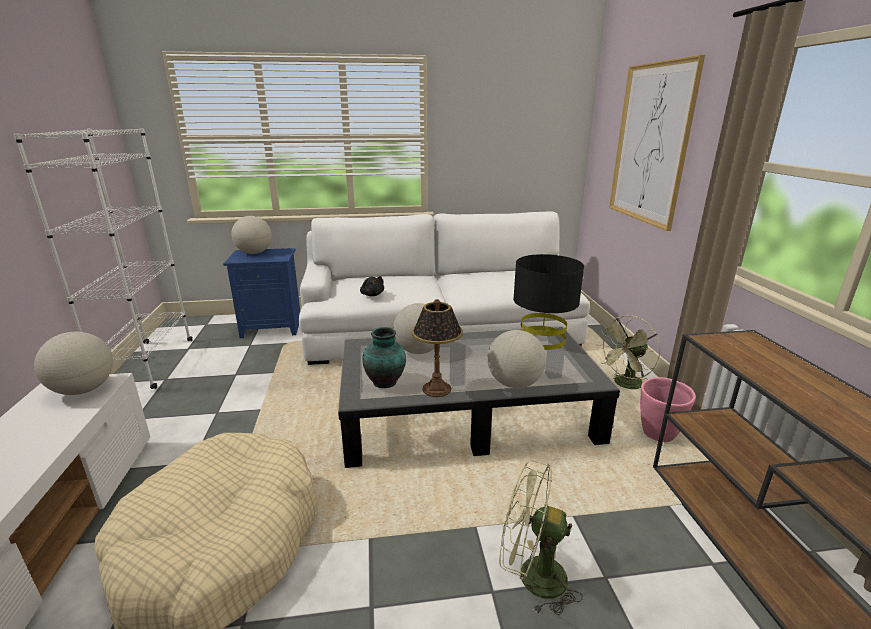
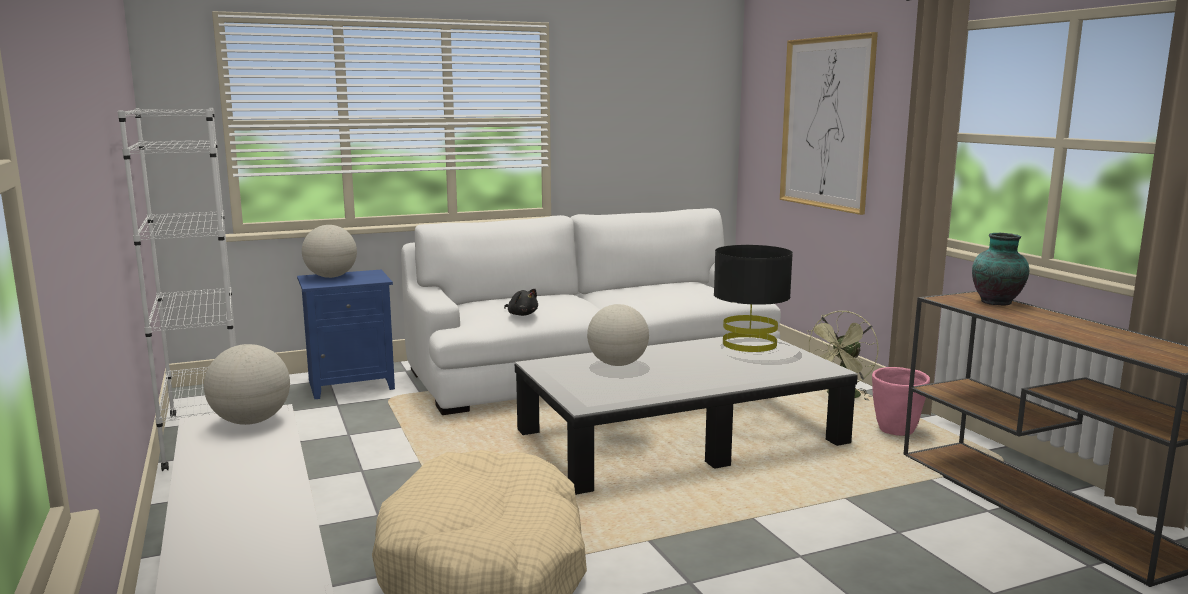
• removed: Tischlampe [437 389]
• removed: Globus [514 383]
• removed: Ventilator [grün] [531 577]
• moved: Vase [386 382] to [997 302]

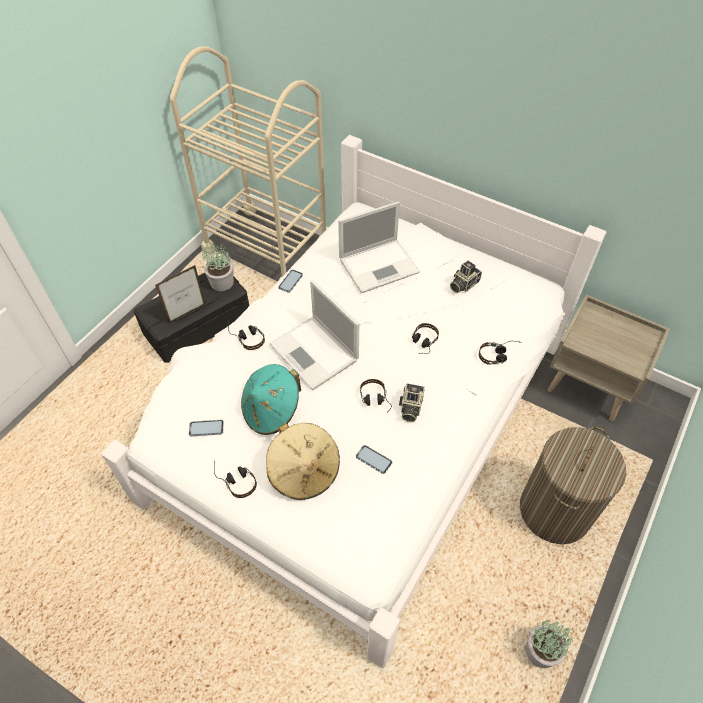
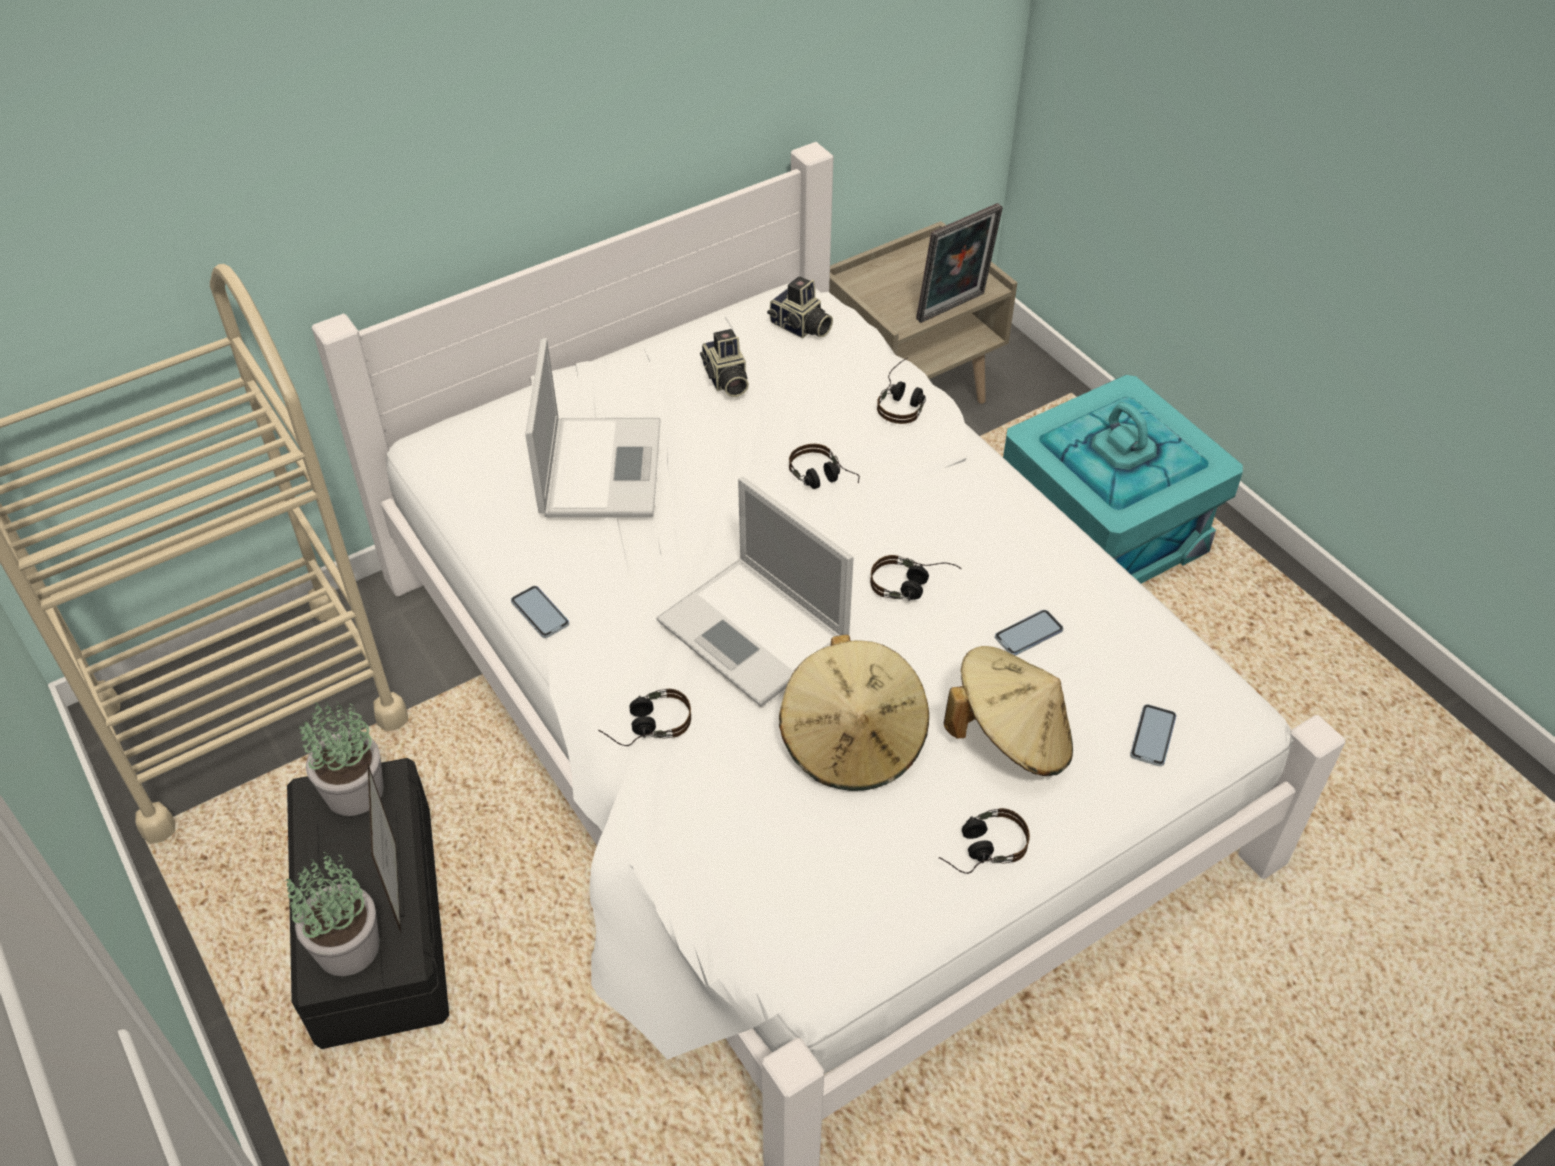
• added: Bilderrahmen [953 309]
• moved: Handy [206 428] to [1153 736]
• moved: Kamera [410 407] to [800 327]
• moved: Topfpflanze [541 651] to [347 946]
• replaced: Wäschekorb [555 510] to Aufbewahrungsbox [türkis] [1104 536]
• recoloured: Hut [türkis] [272 410] to Hut [beige] [853 742]
• turned: Laptop [315 353] = [755 632] 60 degrees clockwise

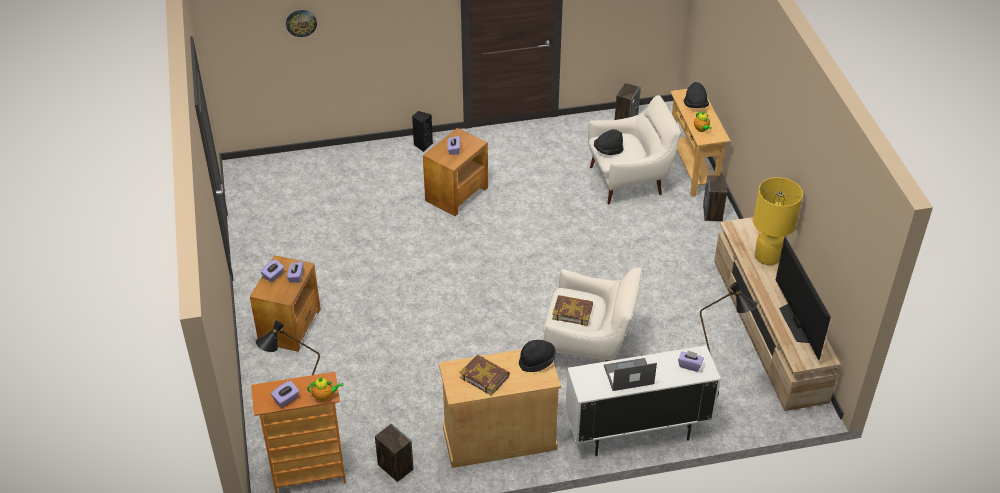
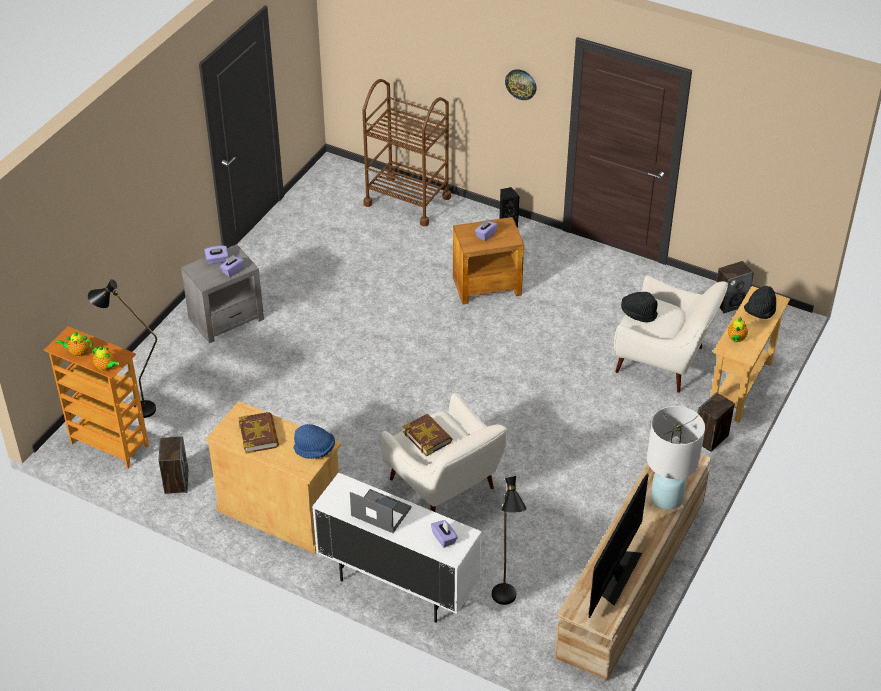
• added: Rollwagen [braun] [407 201]
• moved: Wanduhr [301 23] to [521 84]
• replaced: Taschentuchbox [lila] [286 399] to Teekanne [78 352]
• recoloured: Beistelltisch [braun] [290 325] to Beistelltisch [grau] [227 318]
• recoloured: Hut [schwarz] [537 361] to Hut [blau] [315 450]
• recoloured: Tischlampe [gelb] [767 256] to Tischlampe [weiß] [667 497]

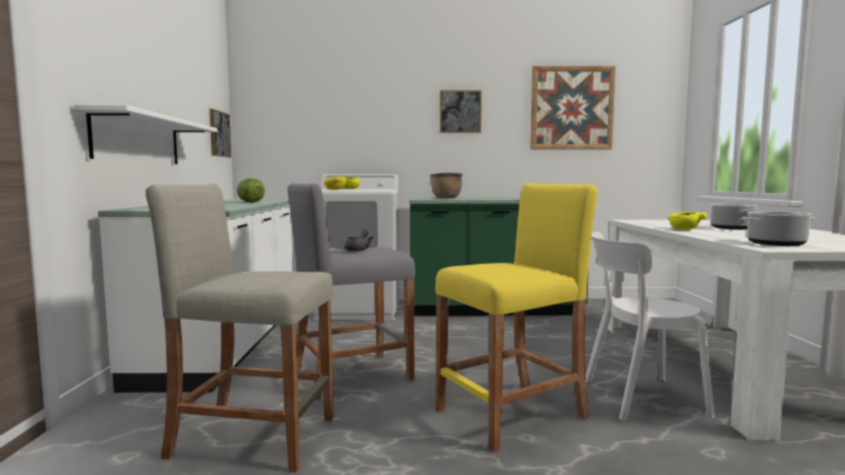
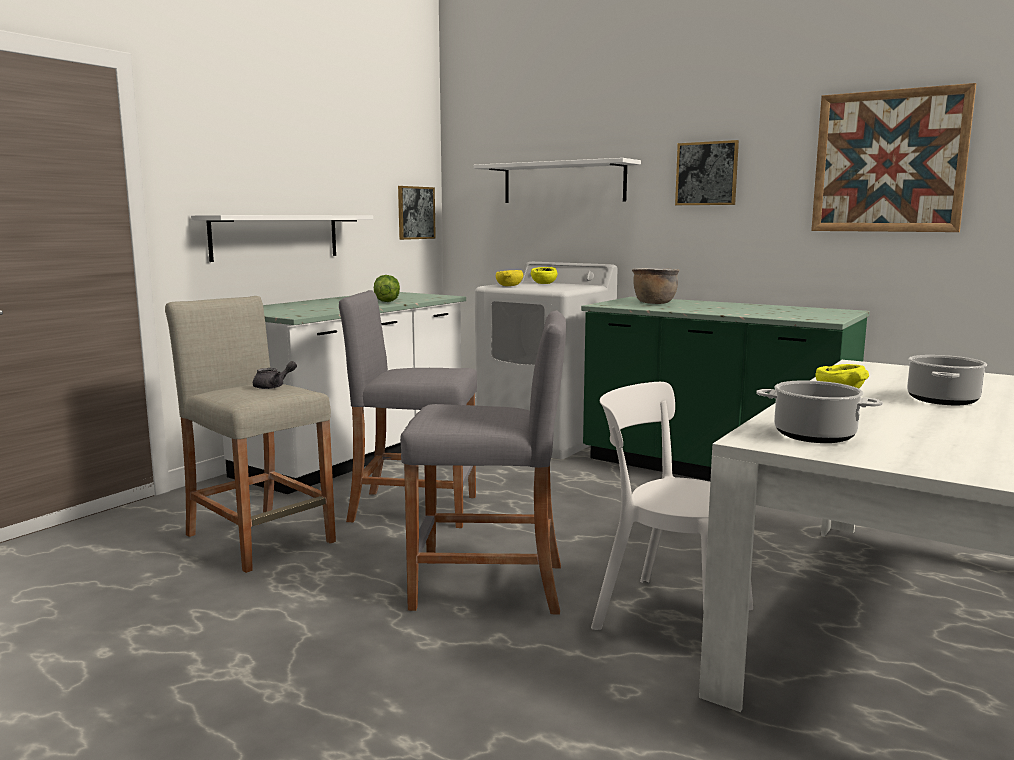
• added: Wandregal [weiß] [563 182]
• moved: Teekanne [grau] [358 249] to [273 386]
• recoloured: Hocker [gelb] [511 414] to Hocker [grau] [488 586]

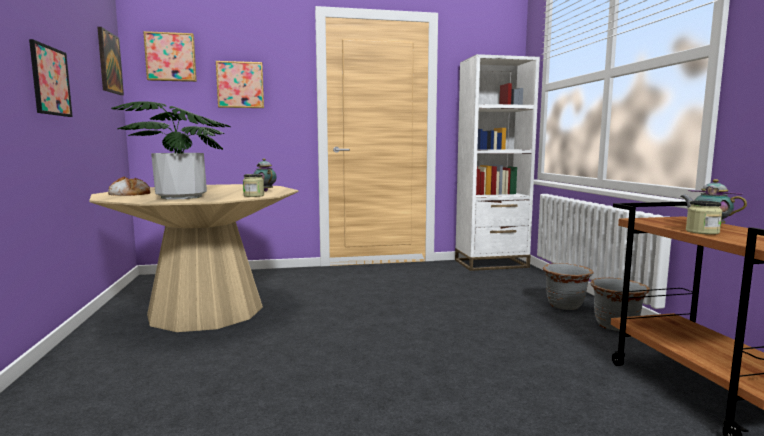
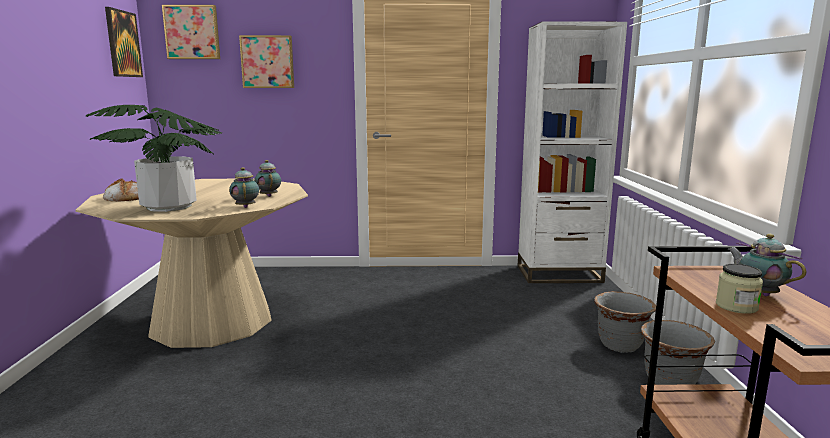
• removed: Bild [50 81]
• replaced: Vorratsglas [253 196] to Teekanne [246 207]

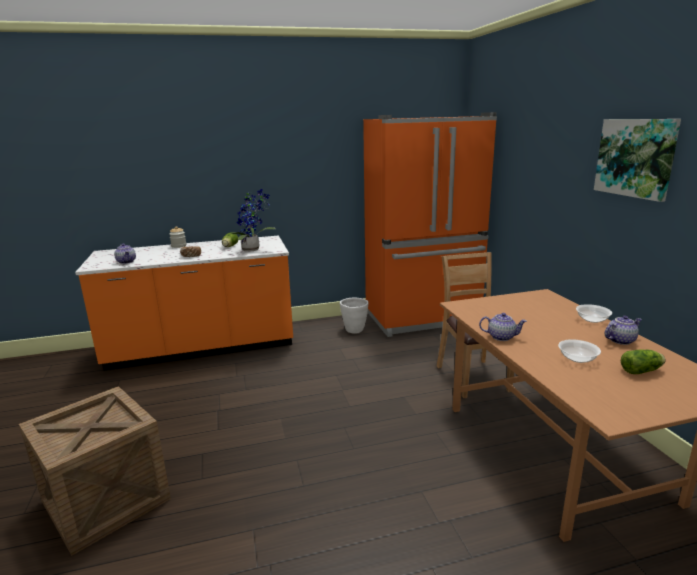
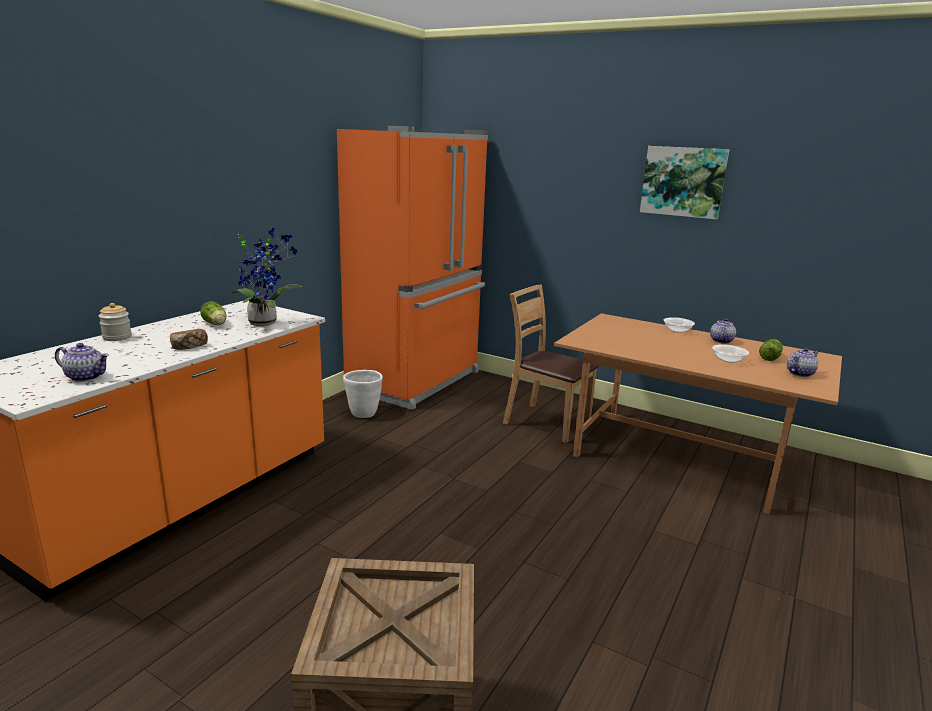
• moved: Teekanne [501 337] to [799 373]

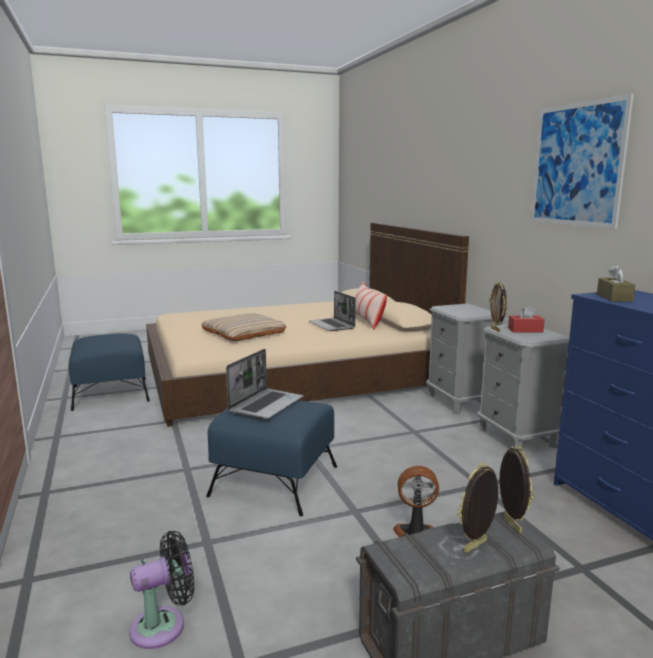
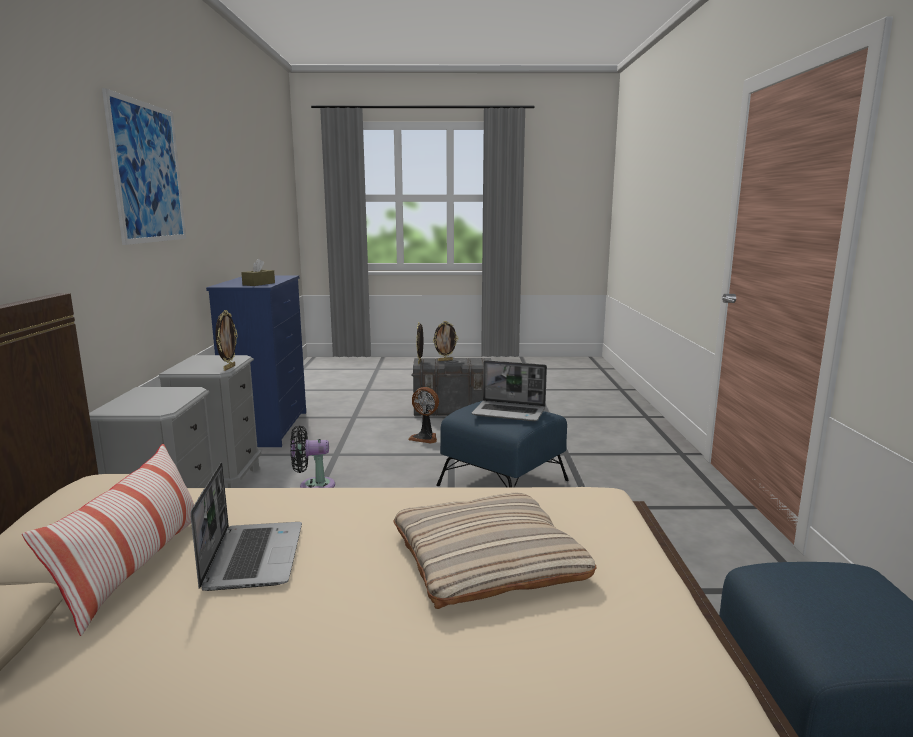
• removed: Taschentuchbox [rot] [525 330]
• moved: Ventilator [schwarz] [164 626] to [313 486]
• turned: Laptop [266 405] = [510 412] 120 degrees counterclockwise

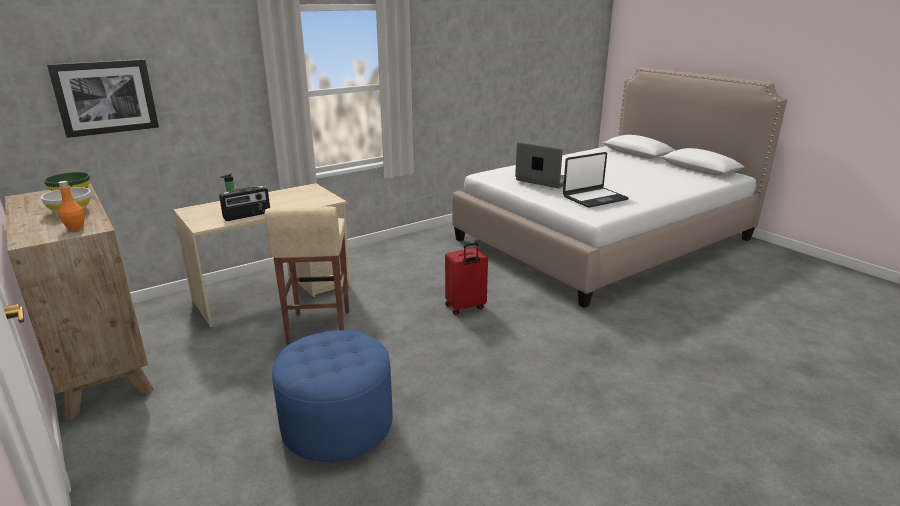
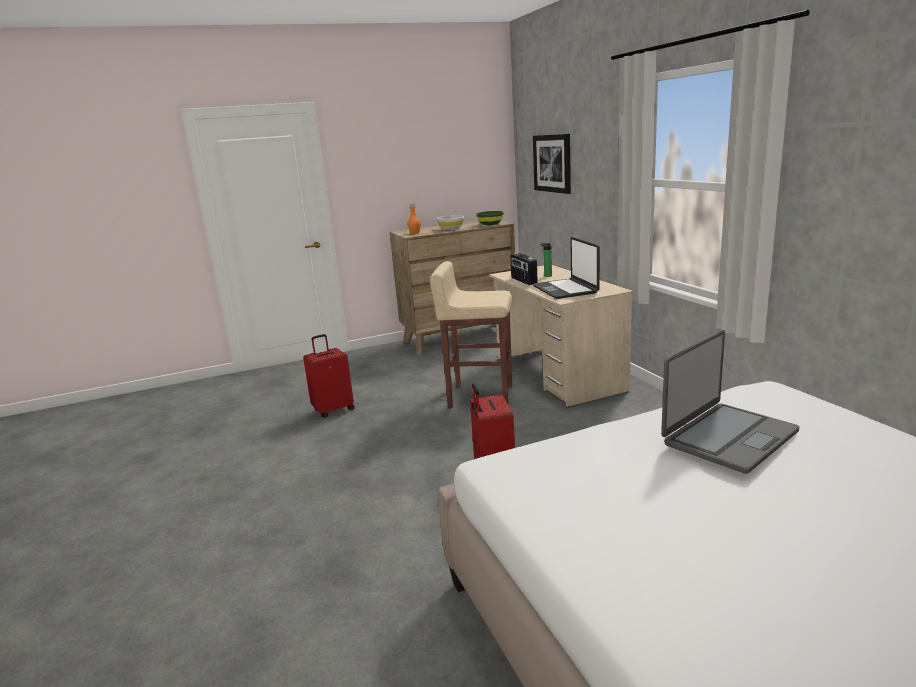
• moved: Laptop [594 198] to [565 289]
• replaced: Polsterhocker [blau] [337 424] to Koffer [rot] [333 410]

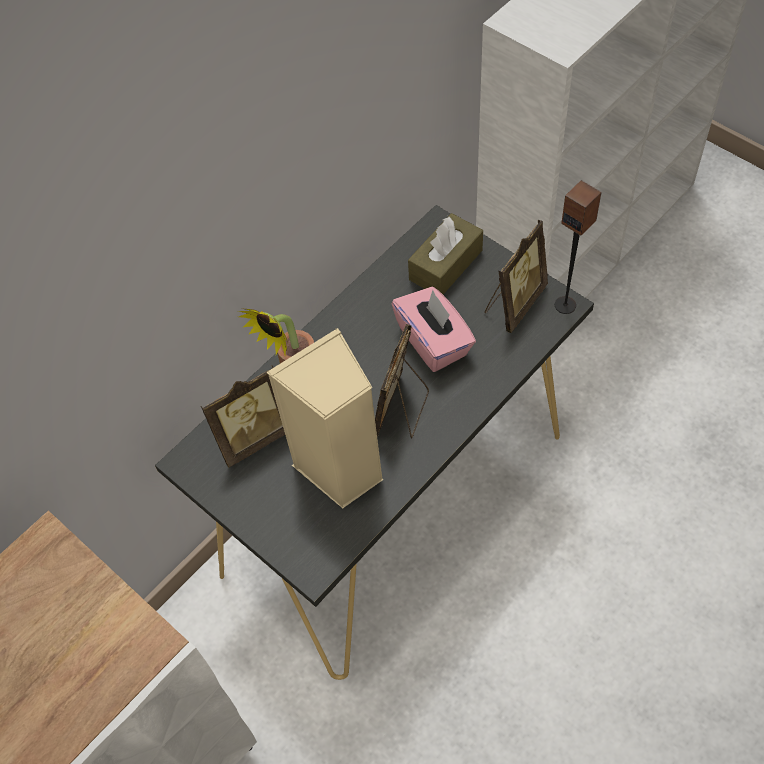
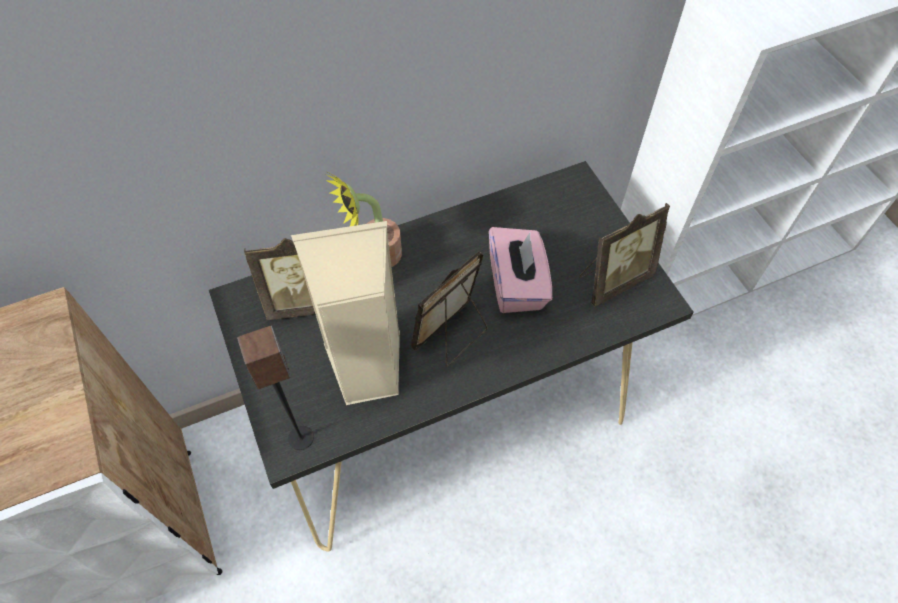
• removed: Taschentuchbox [braun] [445 265]
• moved: Lautsprecher [565 305] to [301 437]

